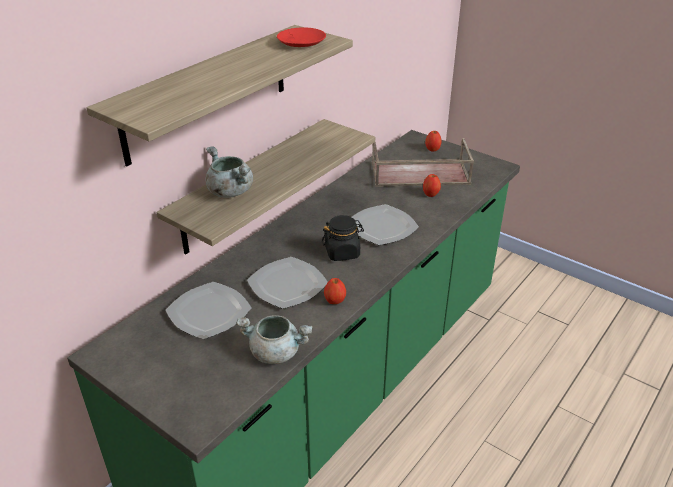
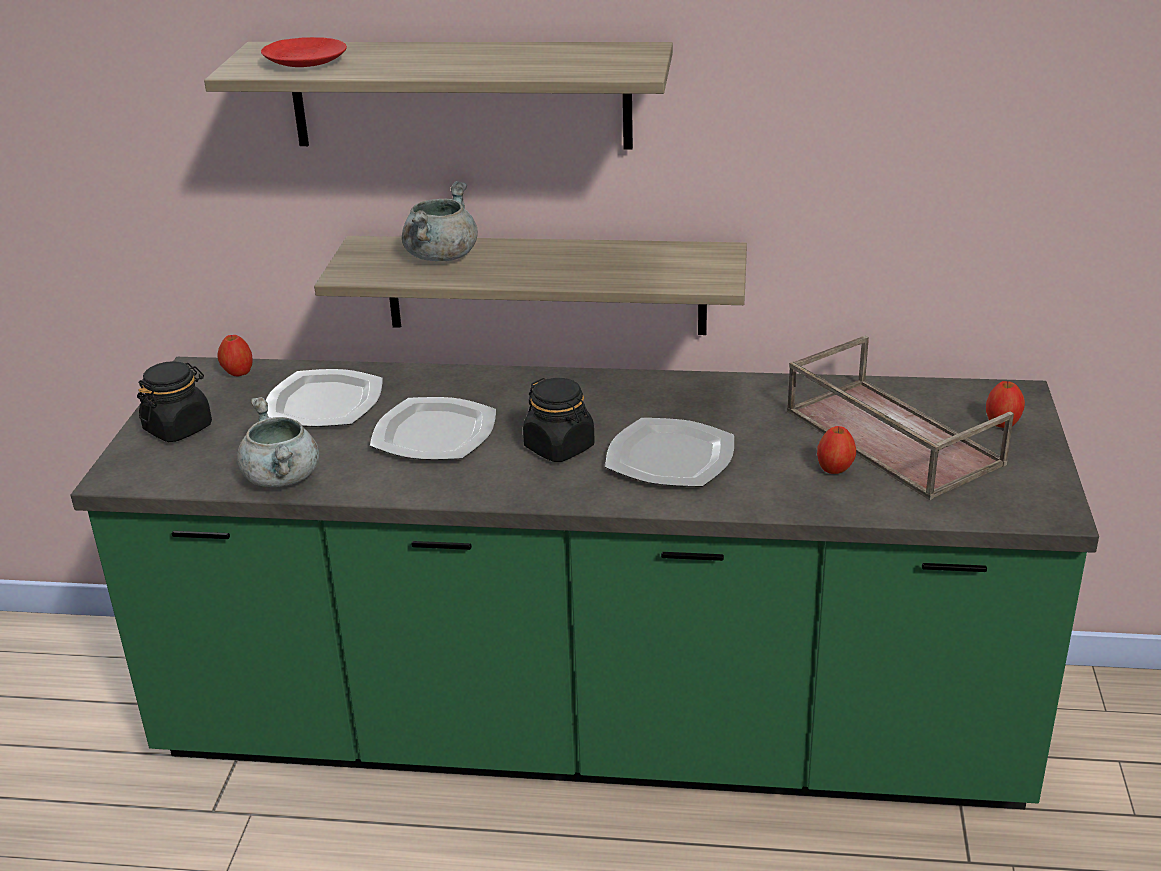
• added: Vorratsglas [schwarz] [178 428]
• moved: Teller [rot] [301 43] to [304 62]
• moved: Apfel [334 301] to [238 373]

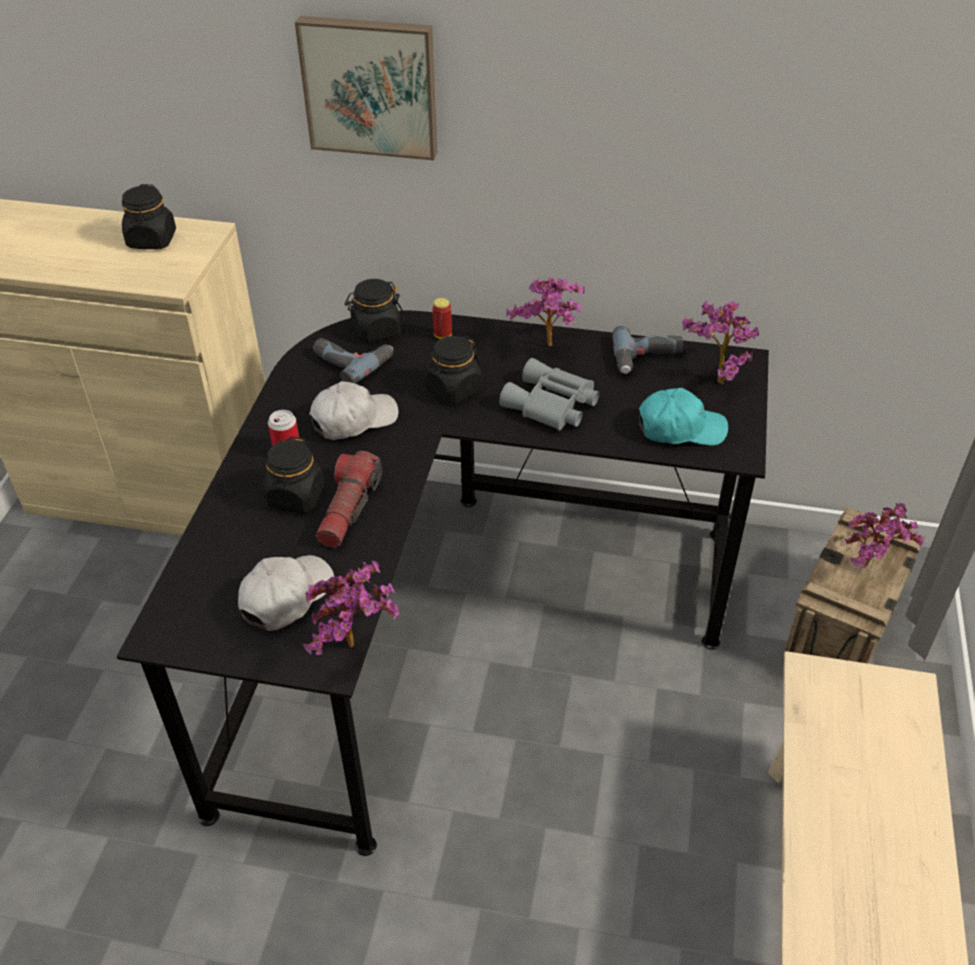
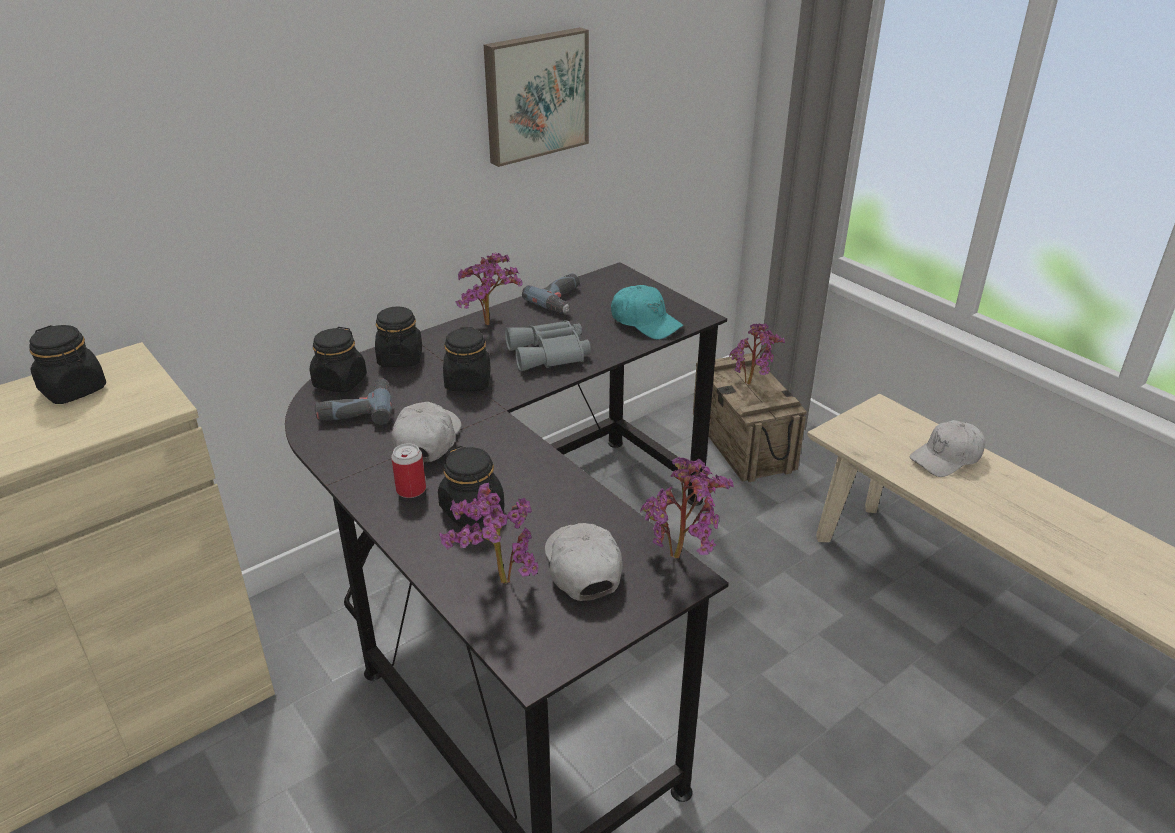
• removed: Taschenlampe [348 509]
• added: Kappe [weiß] [947 458]
• moved: Bild [371 86] to [535 95]
• moved: Topfpflanze [714 379] to [496 582]
• replaced: Dose [442 335] to Vorratsglas [schwarz] [400 358]
• turned: Kappe [türkis] [680 428] = [645 322] 90 degrees clockwise

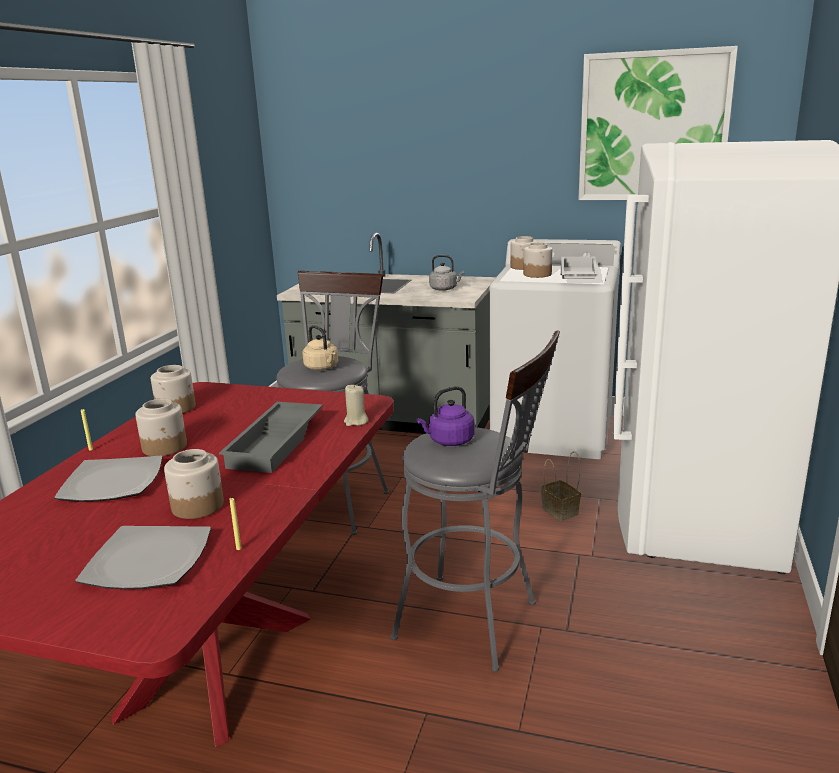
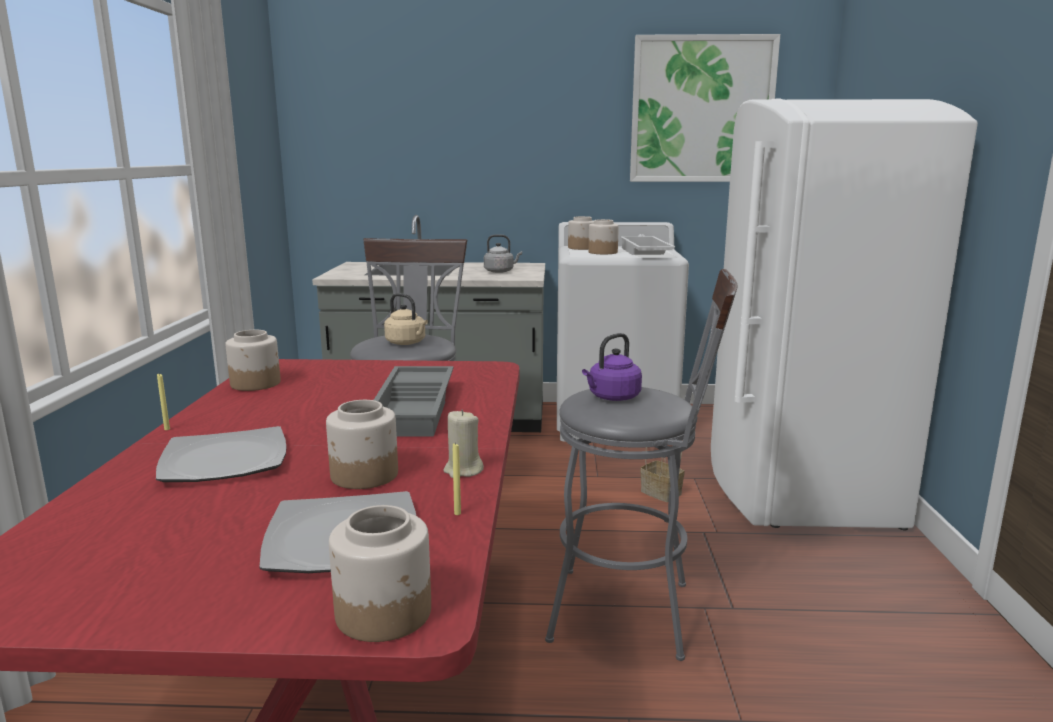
• moved: Vorratsglas [165 447] to [385 613]
• moved: Kerze [beige] [356 421] to [463 470]

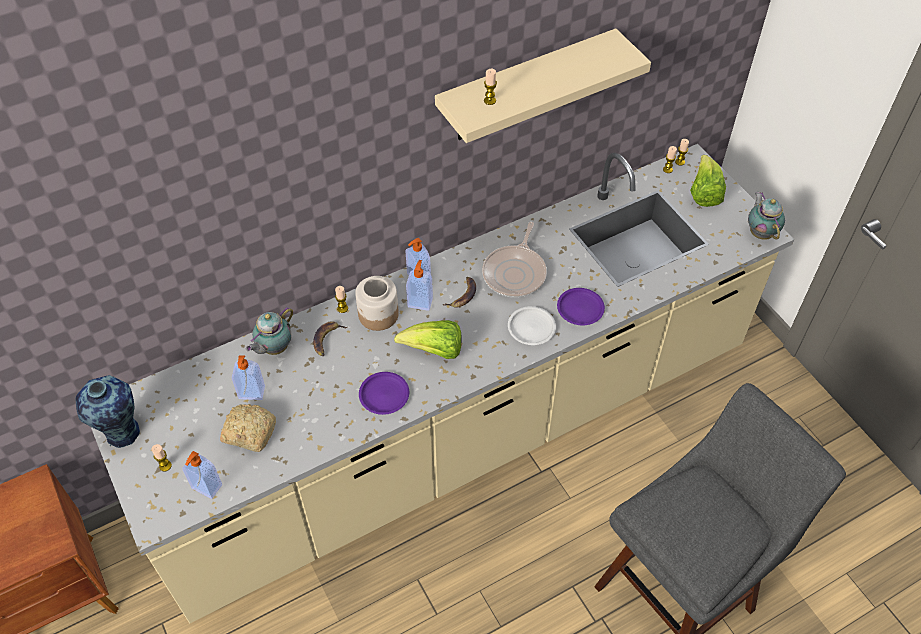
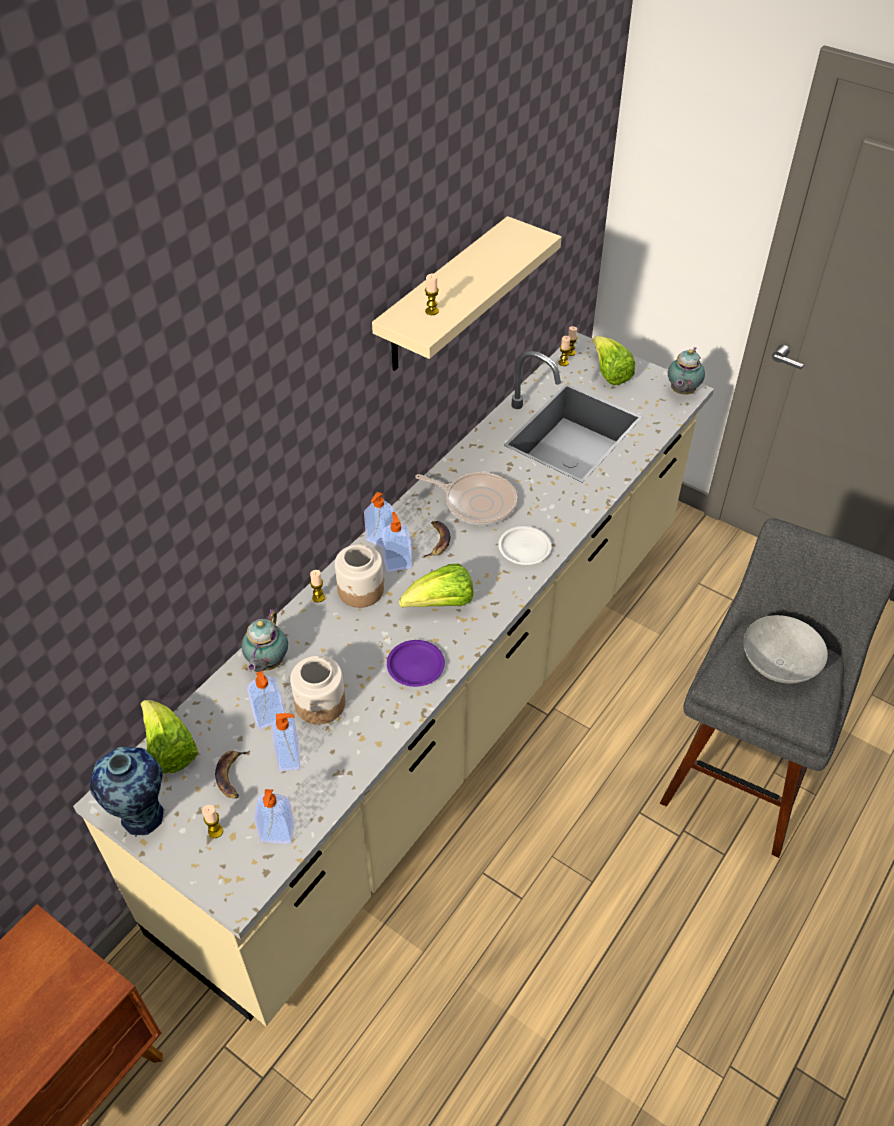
• removed: Teller [lila] [580 308]
• added: Salatkopf [169 750]
• added: Vorratsglas [319 703]
• added: Schüssel [grau] [777 664]
• moved: Banane [327 340] to [232 776]
• replaced: Brot [249 431] to Seifenspender [290 758]
• turned: Pfanne [515 272] = [477 502] 60 degrees counterclockwise
• turned: Teekanne [760 232] = [681 392] 120 degrees counterclockwise

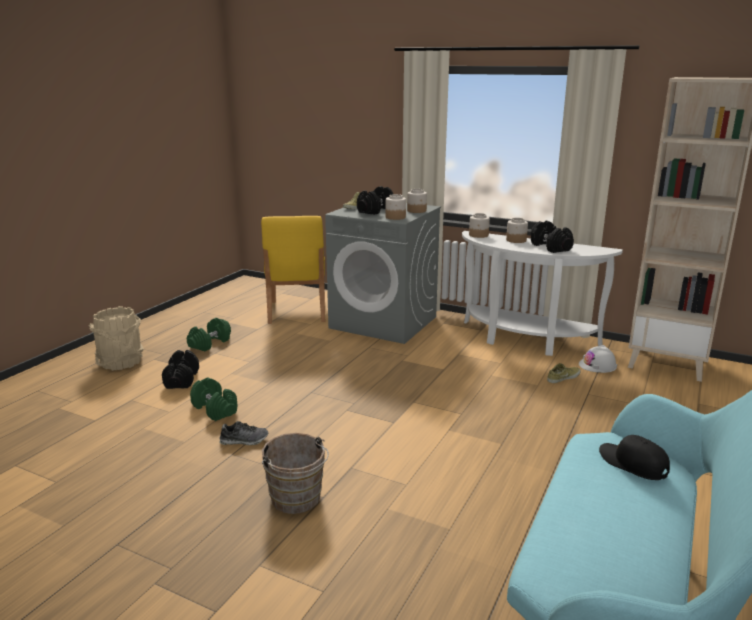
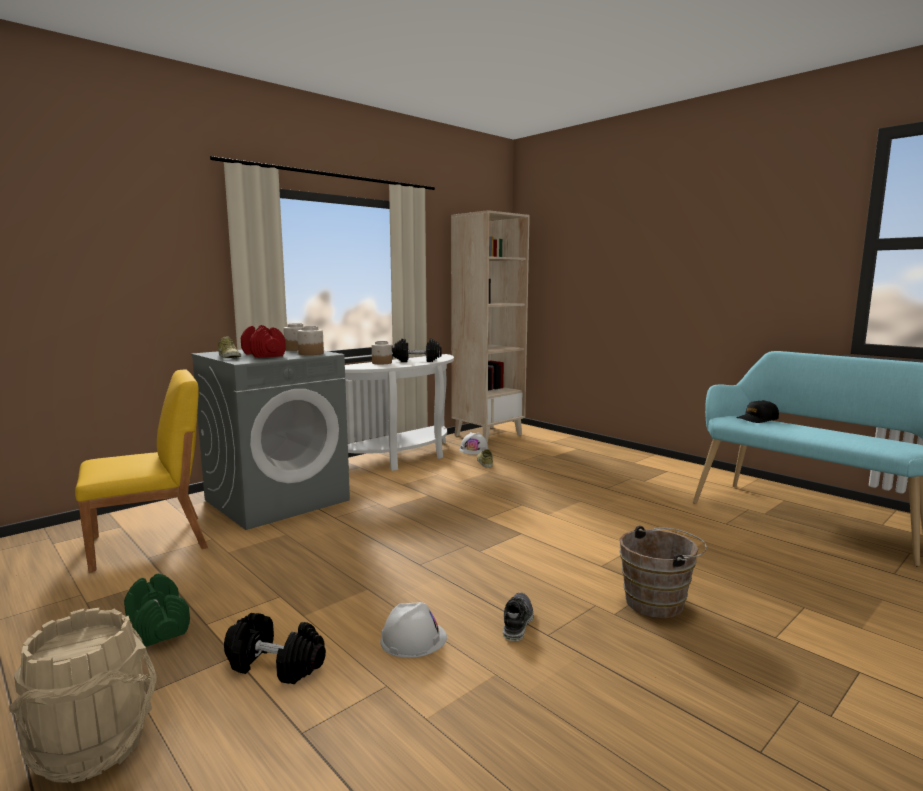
• removed: Vorratsglas [478 235]
• replaced: Hantel [grün] [215 409] to Schutzhelm [weiß] [413 638]
• recoloured: Hantel [schwarz] [375 210] to Hantel [rot] [263 355]
• turned: Stuhl [gelb] [297 311] = [151 542] 45 degrees counterclockwise

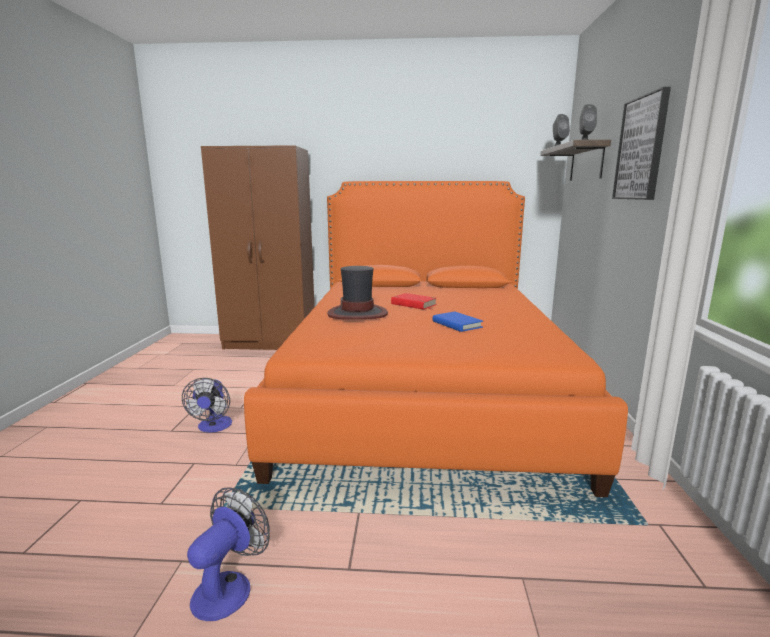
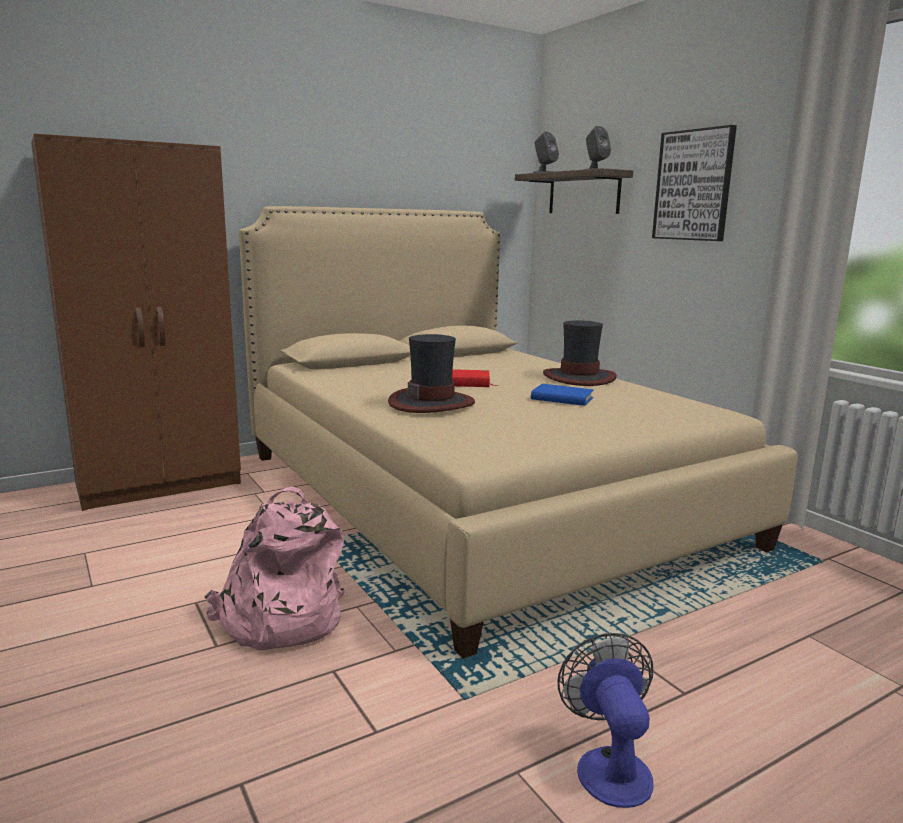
• added: Hut [579 377]
• replaced: Ventilator [213 427] to Rucksack [rosa] [279 619]
• recoloured: Bett [orange] [422 389] to Bett [beige] [476 497]

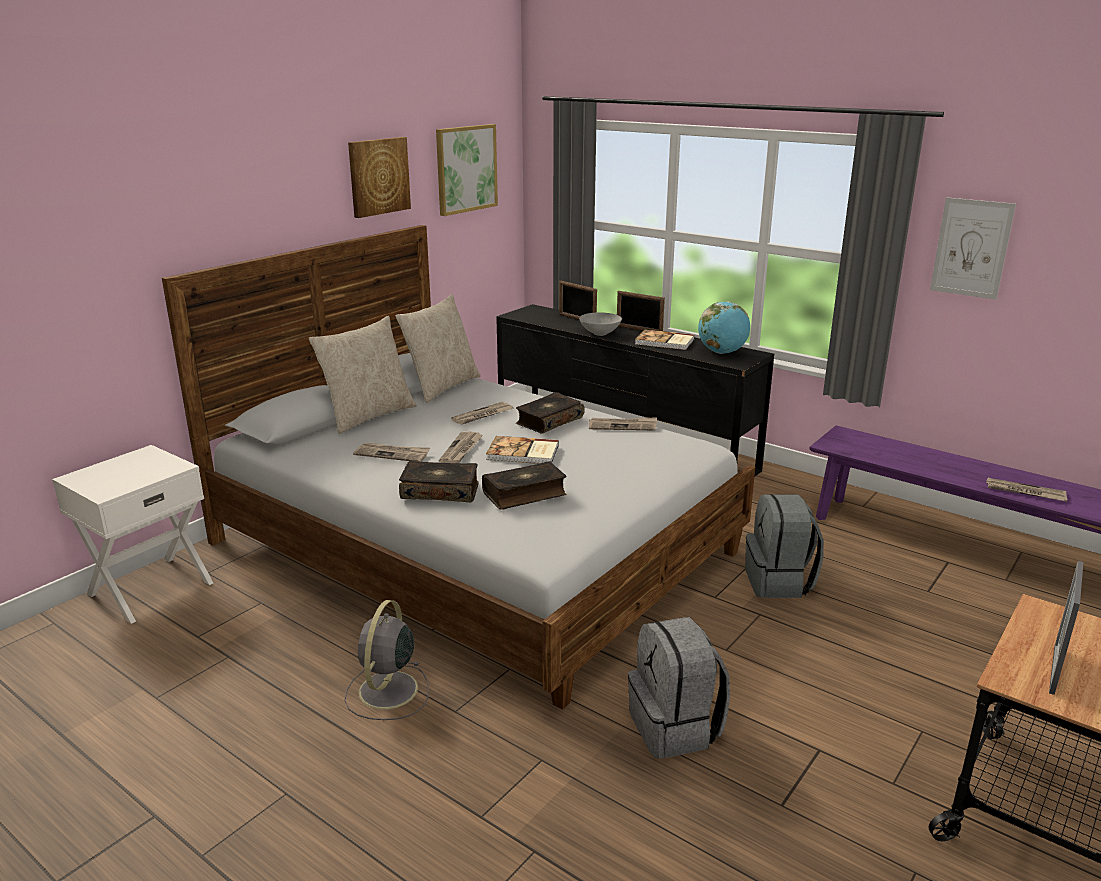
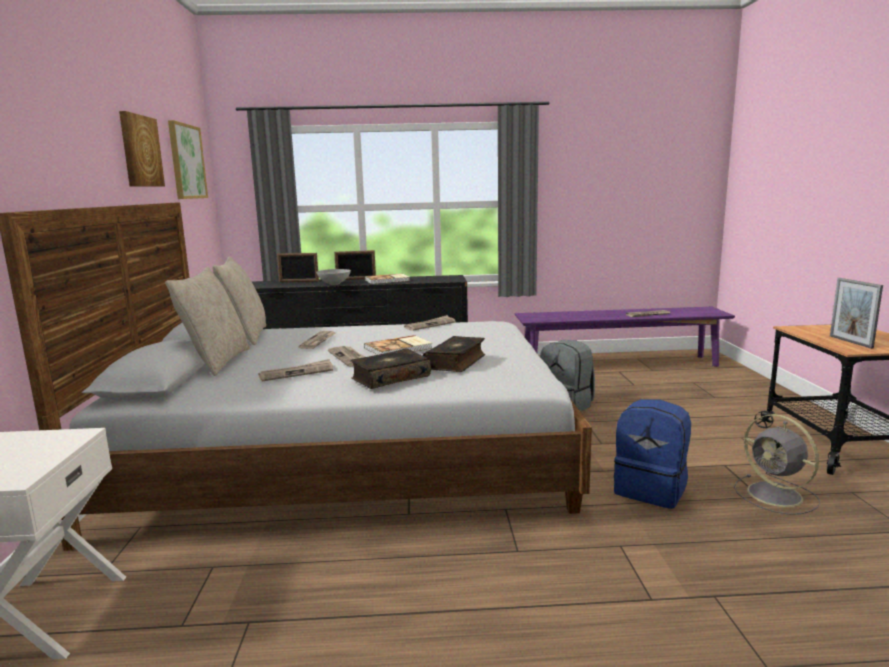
• removed: Buch [549 421]
• removed: Globus [722 352]
• removed: Bild [971 248]
• moved: Ventilator [grau] [387 692] to [776 495]
• recoloured: Rucksack [grau] [675 728] to Rucksack [blau] [651 490]

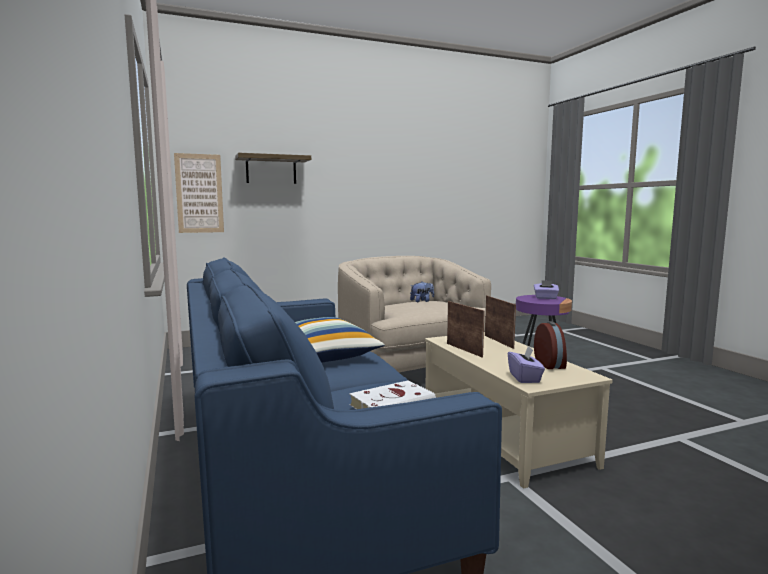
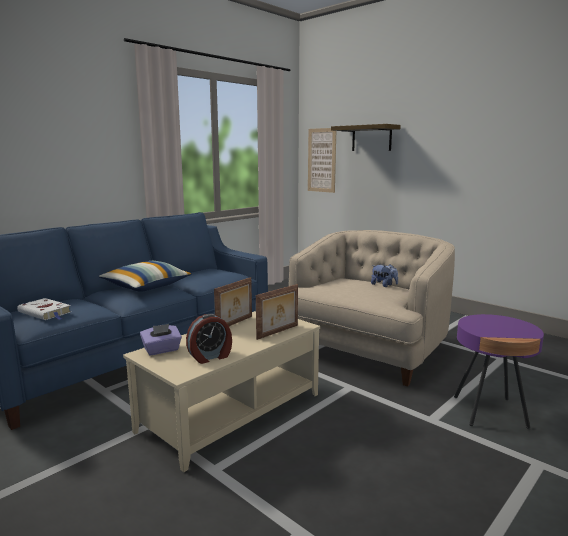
• removed: Taschentuchbox [lila] [545 298]

